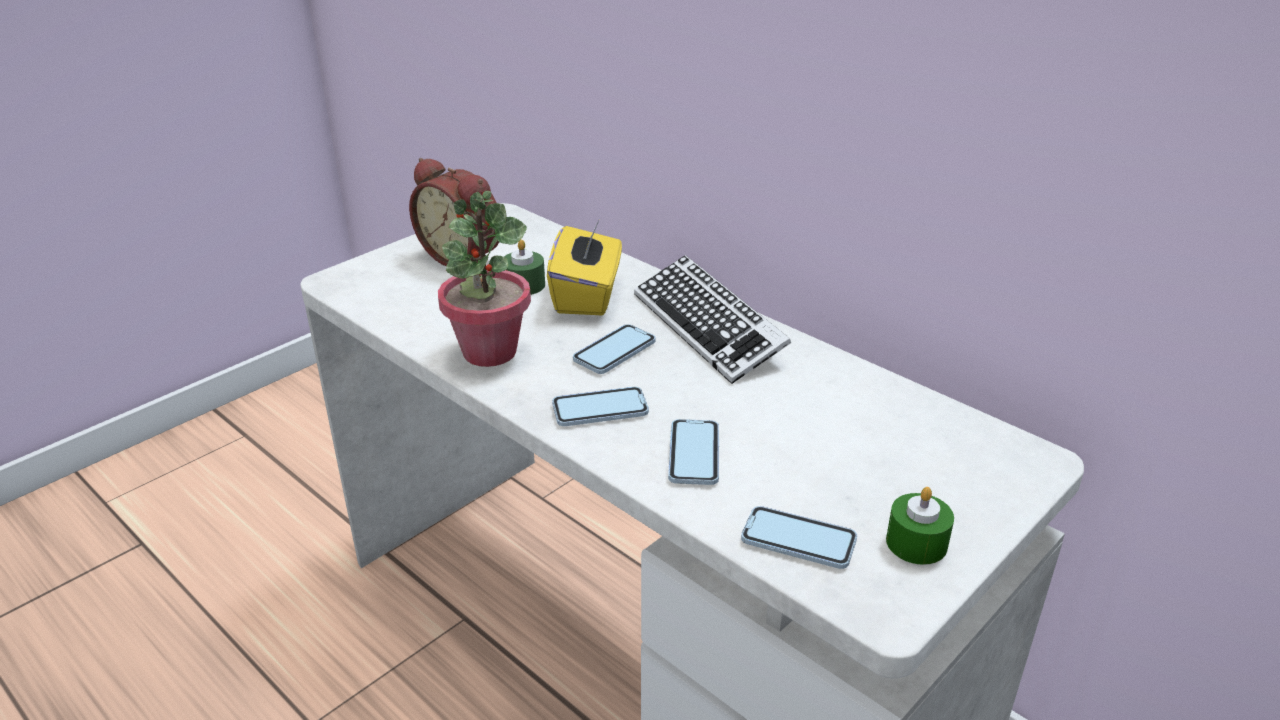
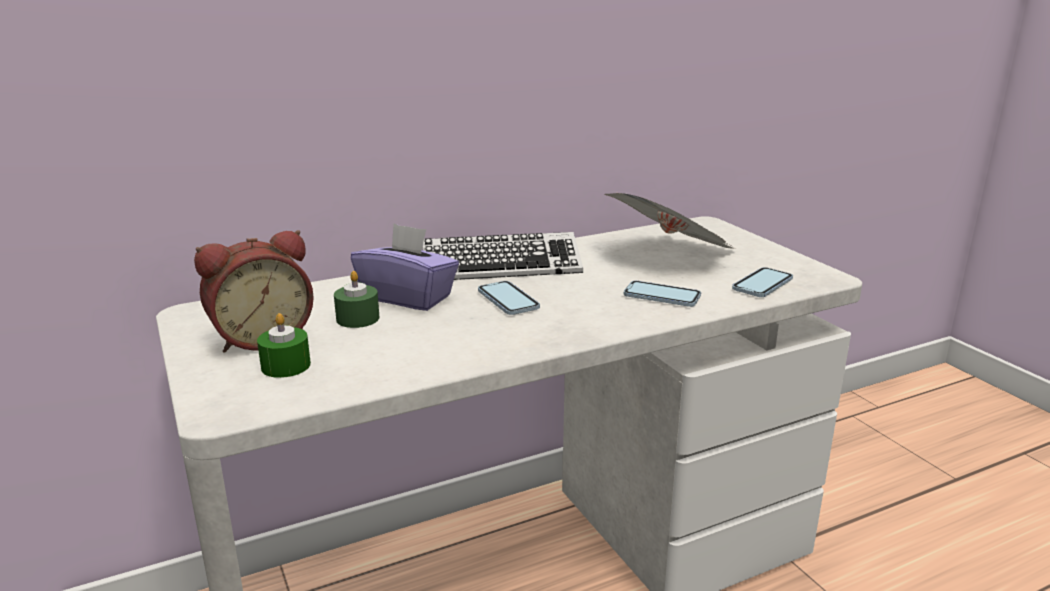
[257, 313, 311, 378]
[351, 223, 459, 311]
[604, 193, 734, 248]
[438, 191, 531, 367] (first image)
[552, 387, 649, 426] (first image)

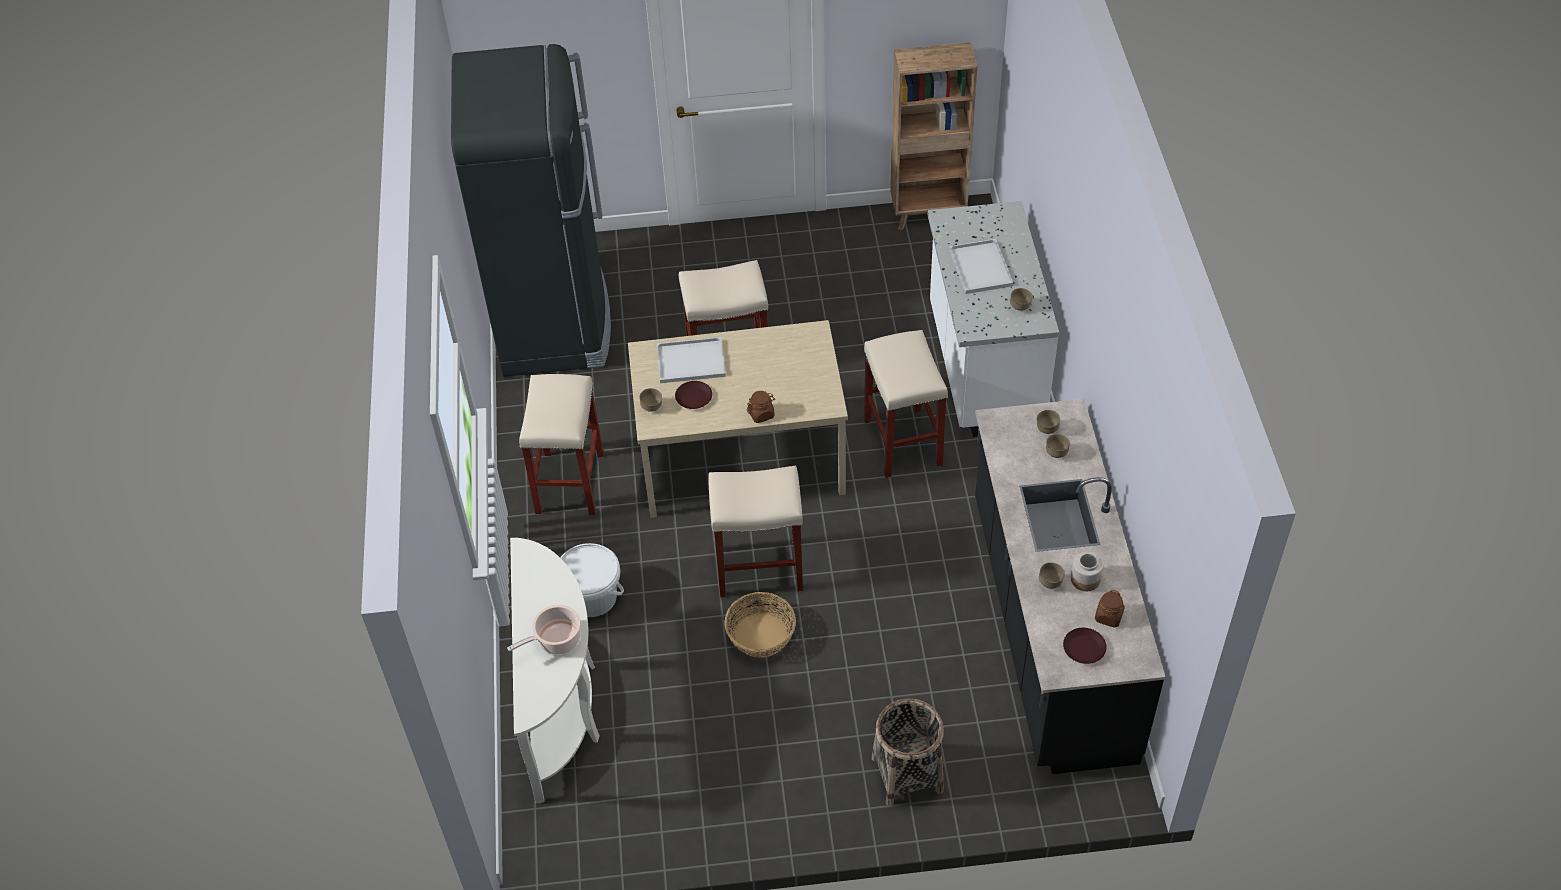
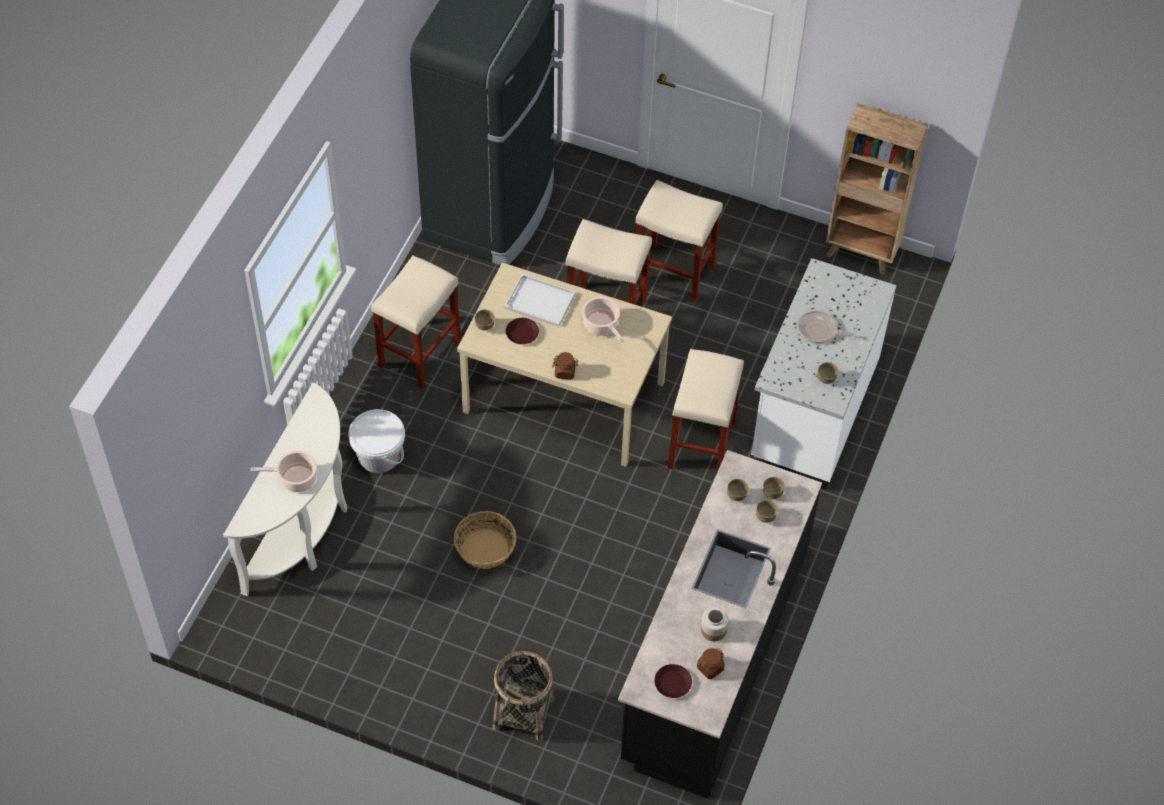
[582, 297, 624, 343]
[635, 180, 723, 303]
[727, 479, 749, 501]
[798, 311, 856, 343]

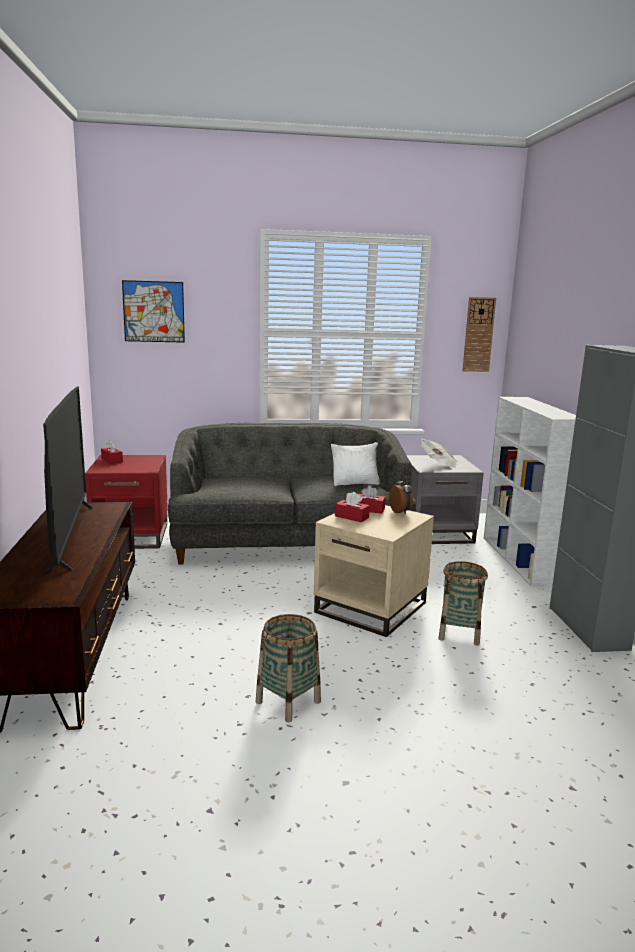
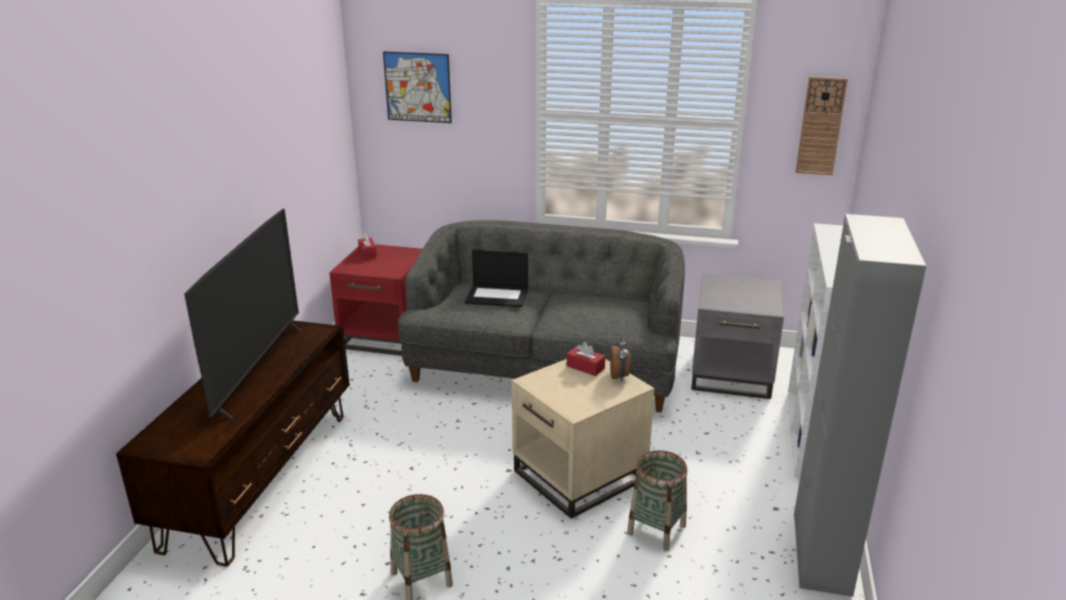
[465, 249, 528, 307]
[331, 442, 380, 486] (first image)
[335, 492, 370, 522] (first image)
[421, 439, 457, 469] (first image)

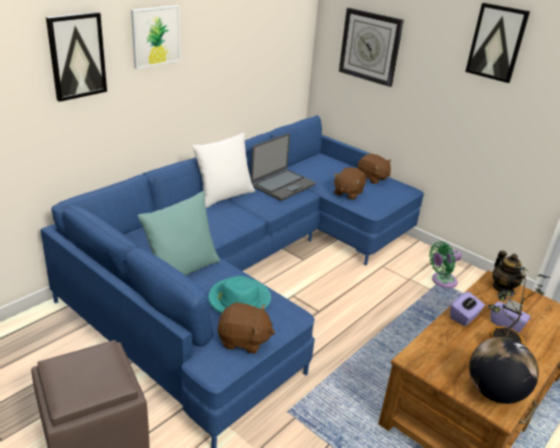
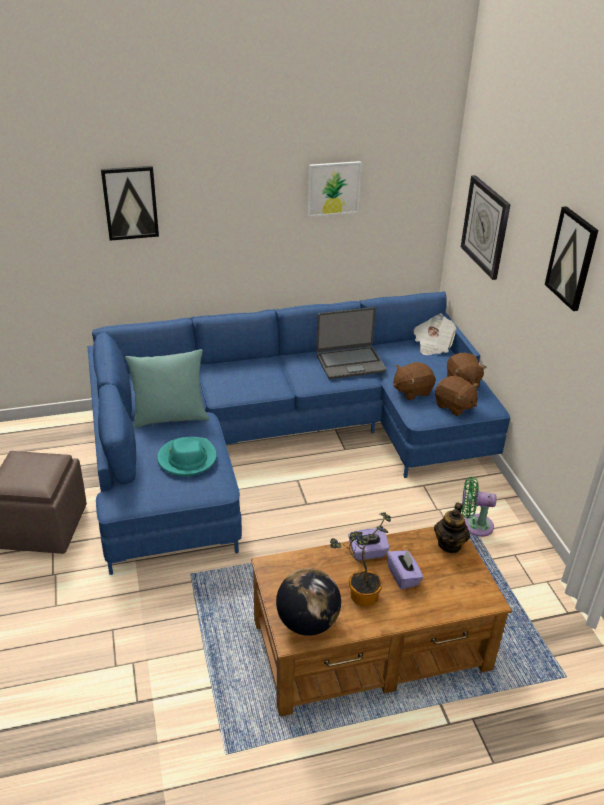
[308, 161, 362, 217]
[413, 313, 457, 355]
[435, 376, 478, 416]
[192, 133, 255, 208] (first image)

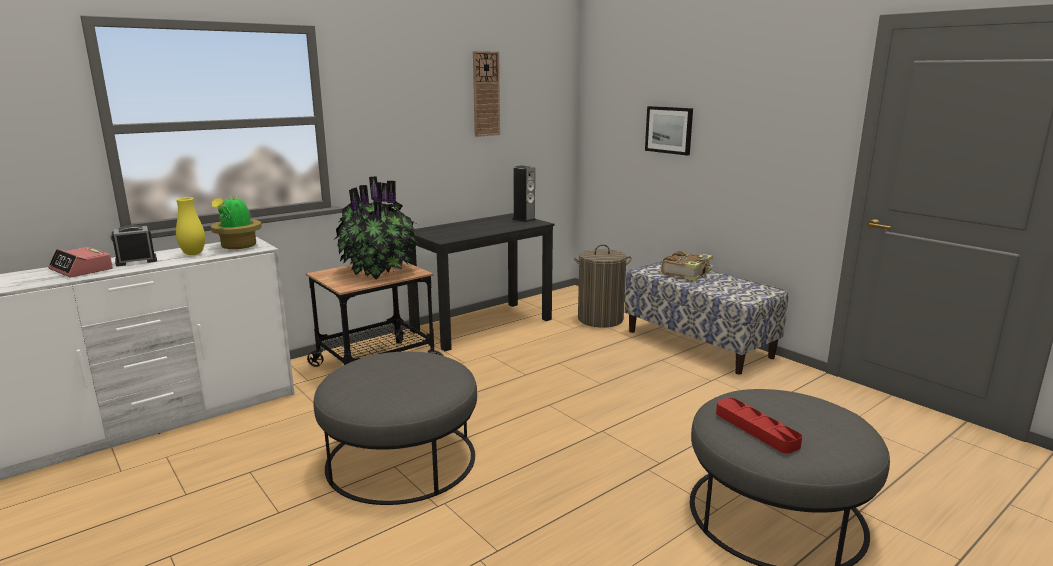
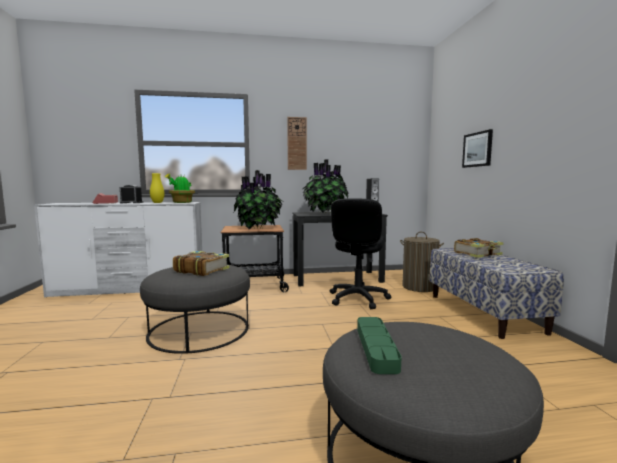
[173, 251, 229, 276]
[287, 117, 307, 170]
[303, 160, 348, 214]
[330, 198, 391, 309]
[357, 317, 401, 374]

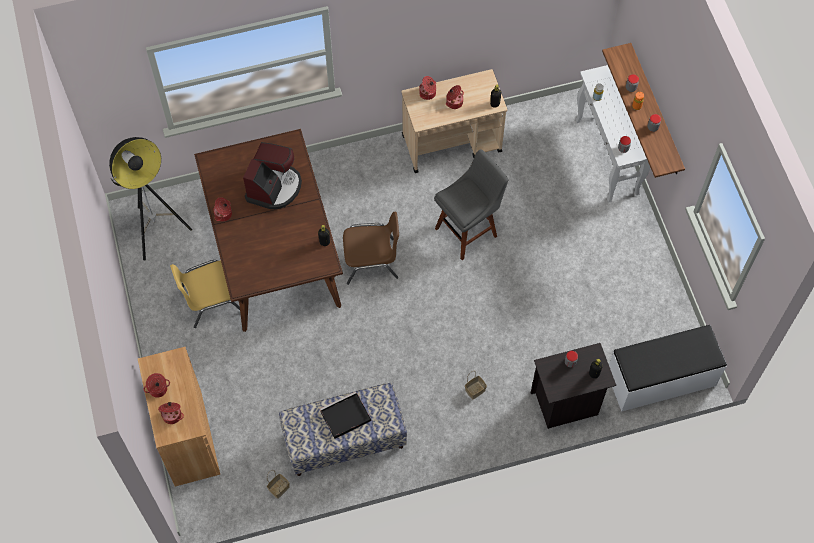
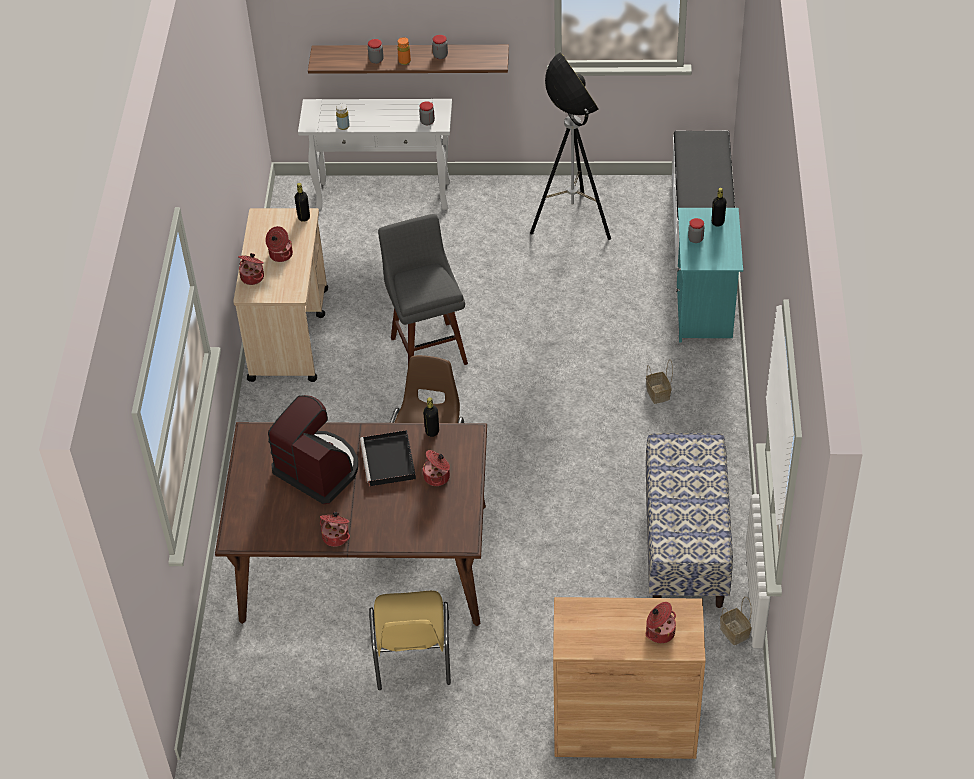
[360, 430, 416, 486]
[422, 450, 450, 486]
[530, 52, 611, 240]
[676, 208, 743, 343]

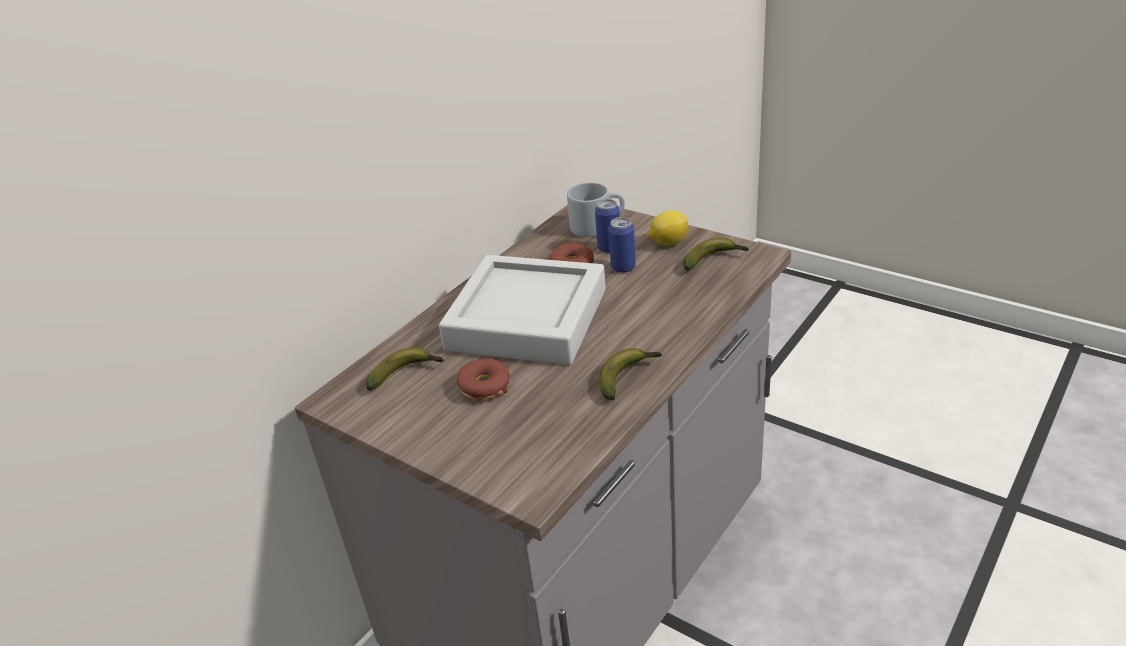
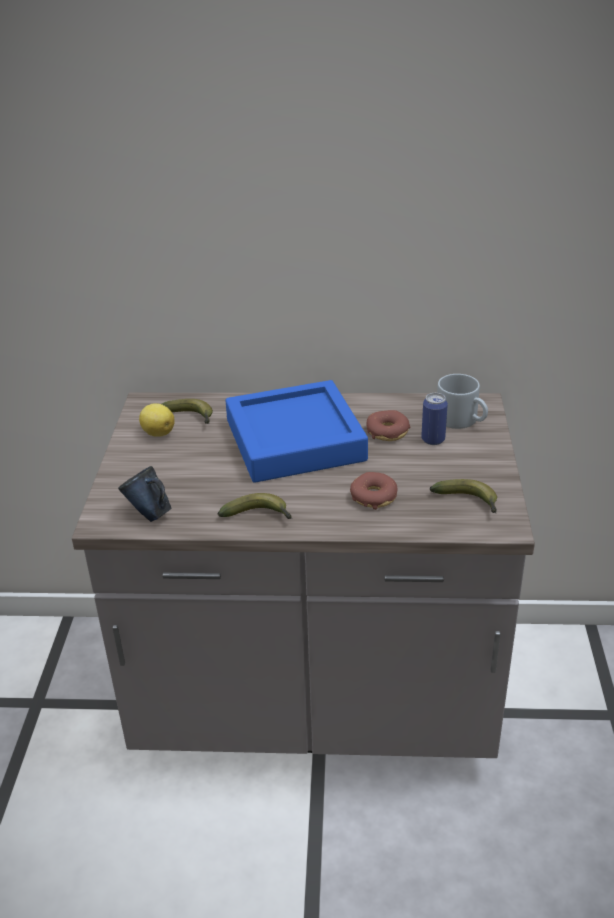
[118, 466, 172, 522]
[139, 403, 175, 437]
[226, 380, 368, 483]
[350, 472, 398, 510]
[608, 217, 636, 273] (first image)

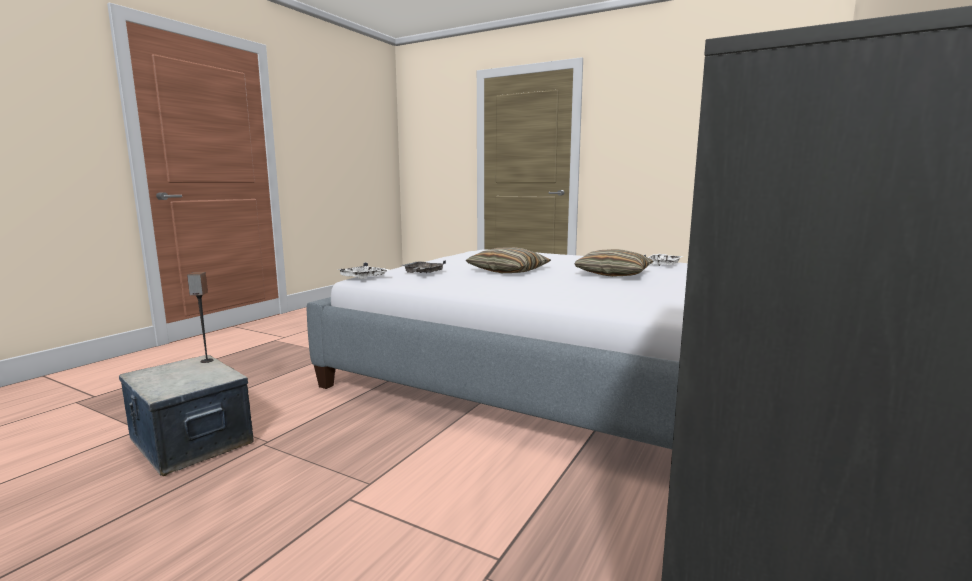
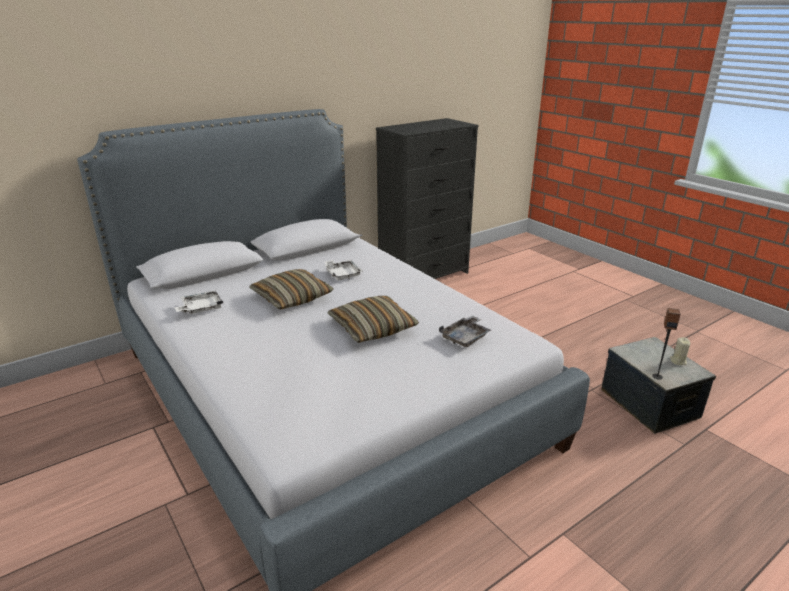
[325, 260, 363, 281]
[670, 337, 690, 365]

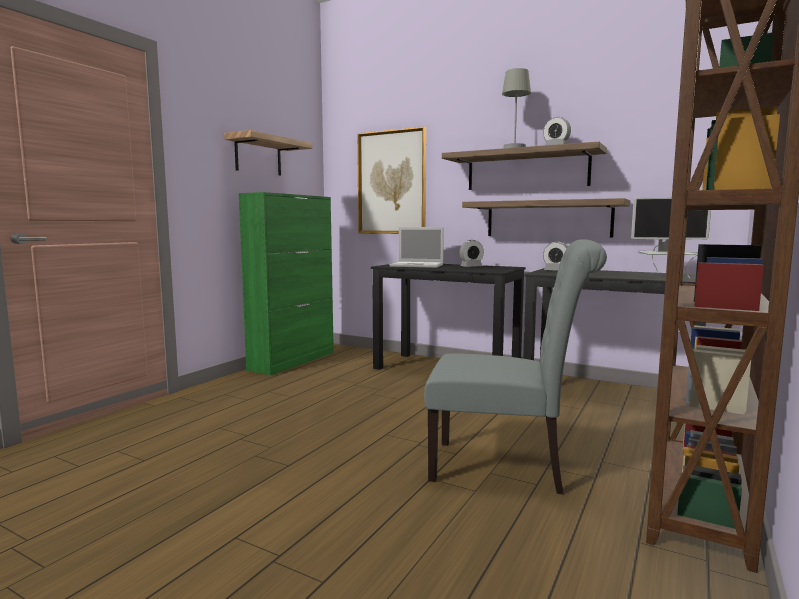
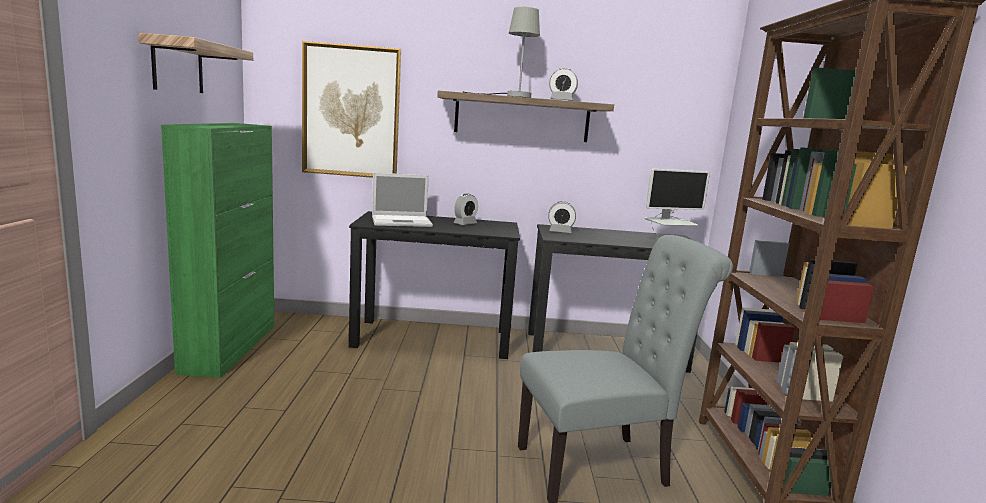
[462, 198, 630, 237] (first image)

